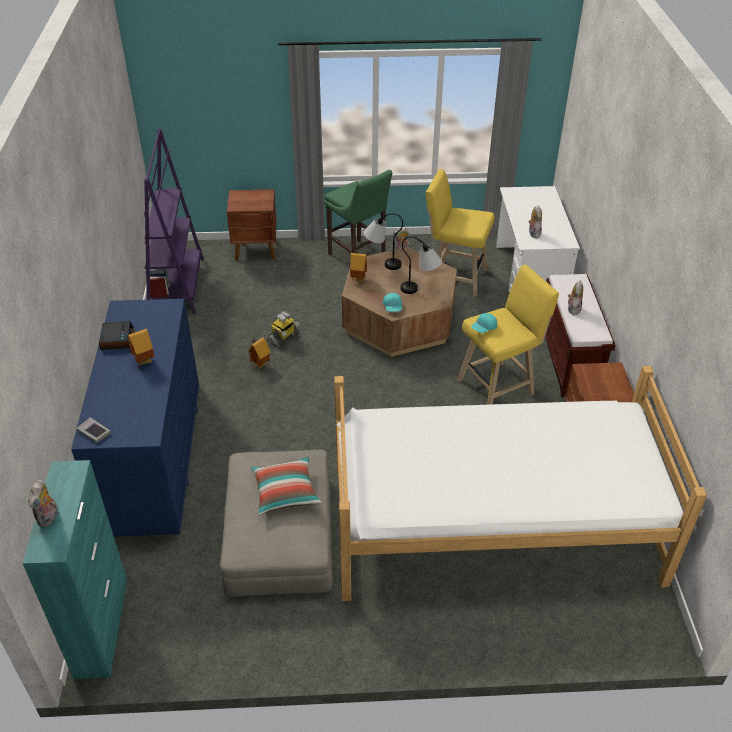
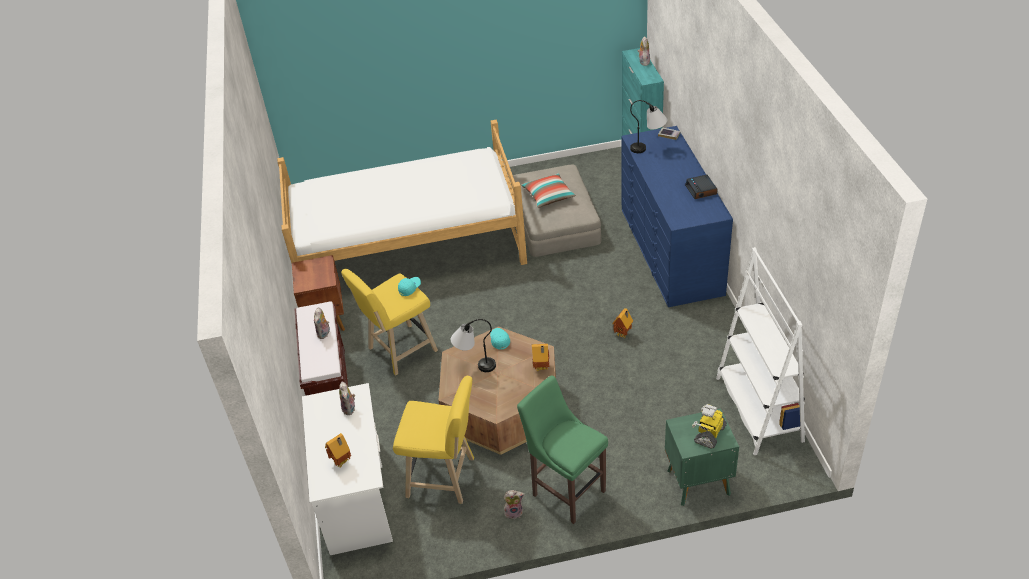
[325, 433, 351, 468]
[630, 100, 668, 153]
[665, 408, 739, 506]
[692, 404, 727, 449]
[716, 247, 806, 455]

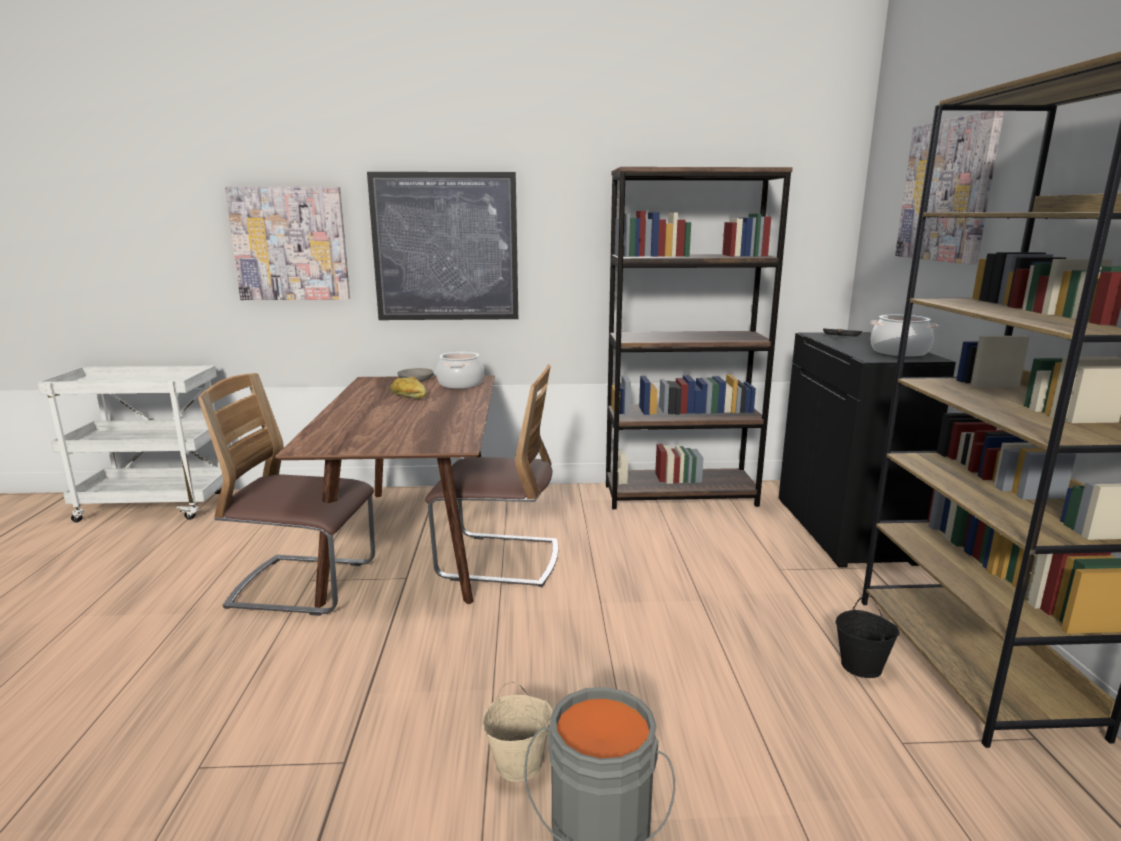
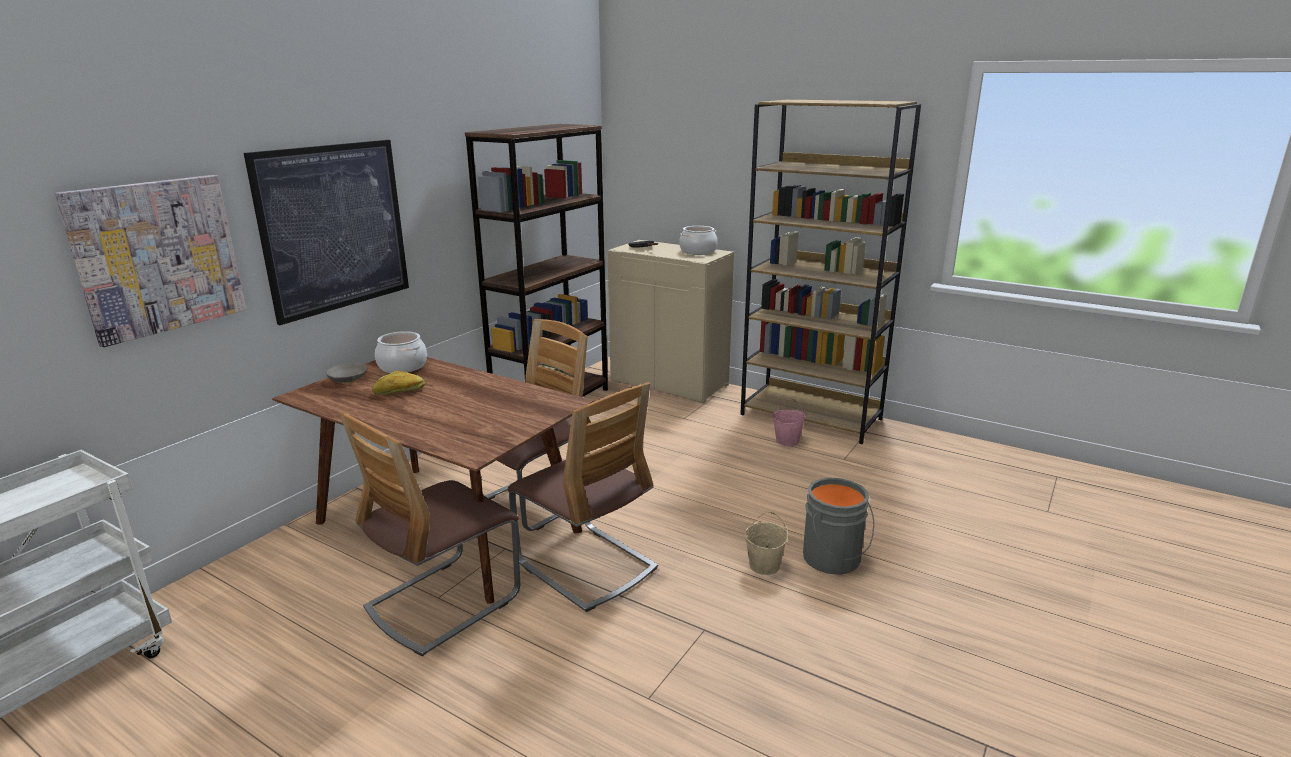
[507, 382, 658, 612]
[608, 240, 734, 403]
[772, 398, 806, 446]
[895, 111, 1004, 264] (first image)

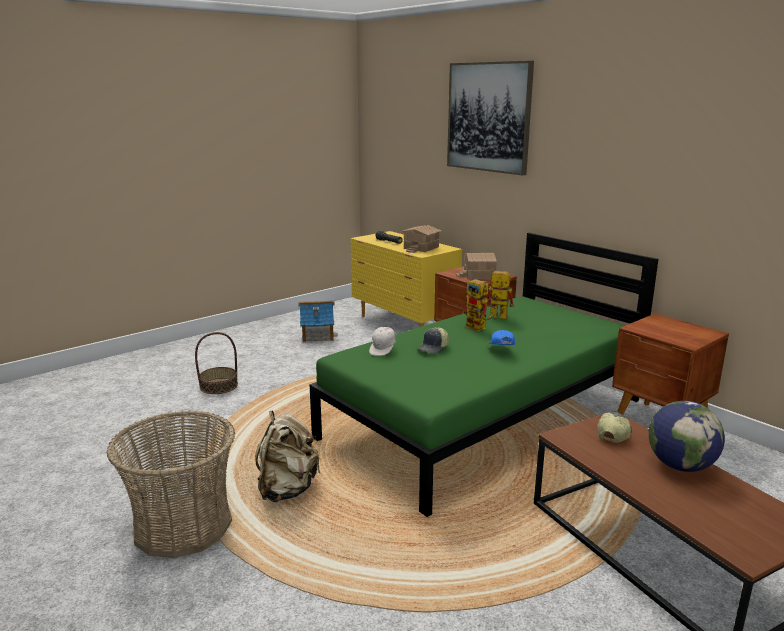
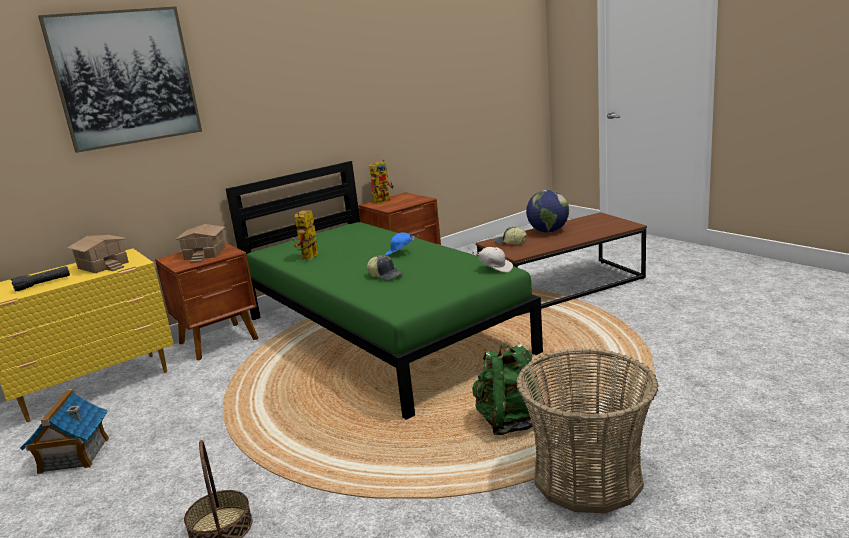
[369, 159, 394, 203]
[472, 247, 513, 273]
[472, 344, 549, 435]

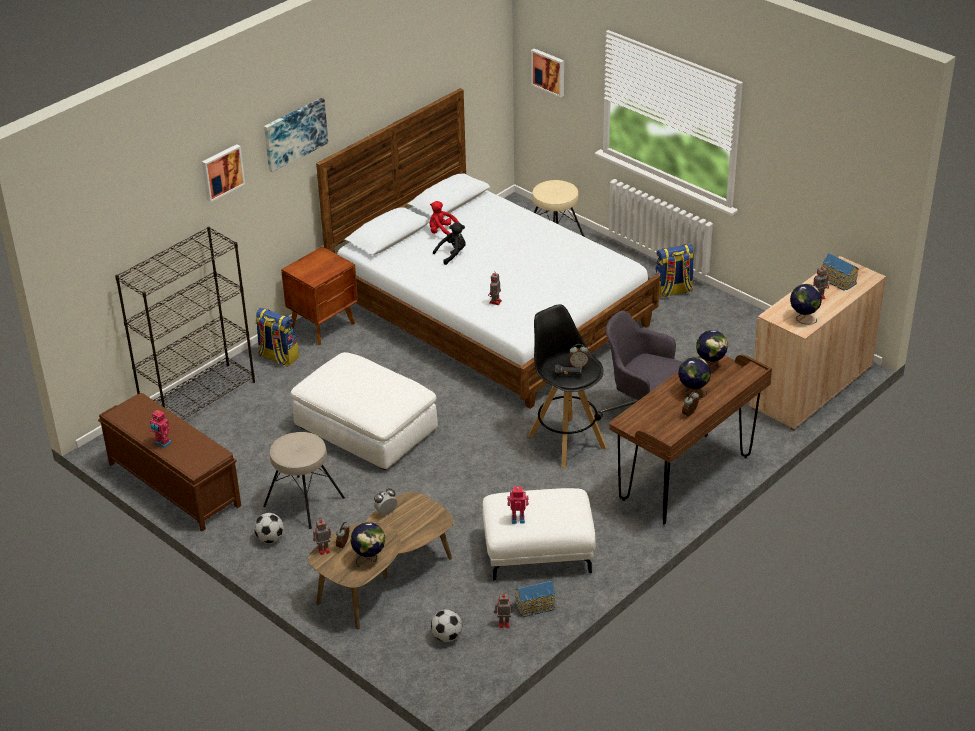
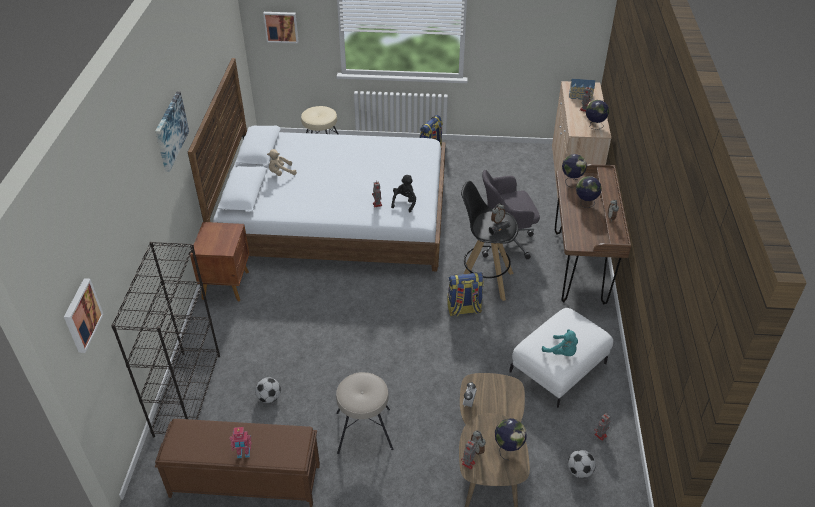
[64, 278, 104, 353]
[255, 377, 281, 403]
[267, 149, 297, 176]
[391, 175, 416, 212]
[448, 272, 484, 317]
[542, 329, 578, 356]
[291, 352, 438, 470] (first image)
[515, 581, 555, 617] (first image)

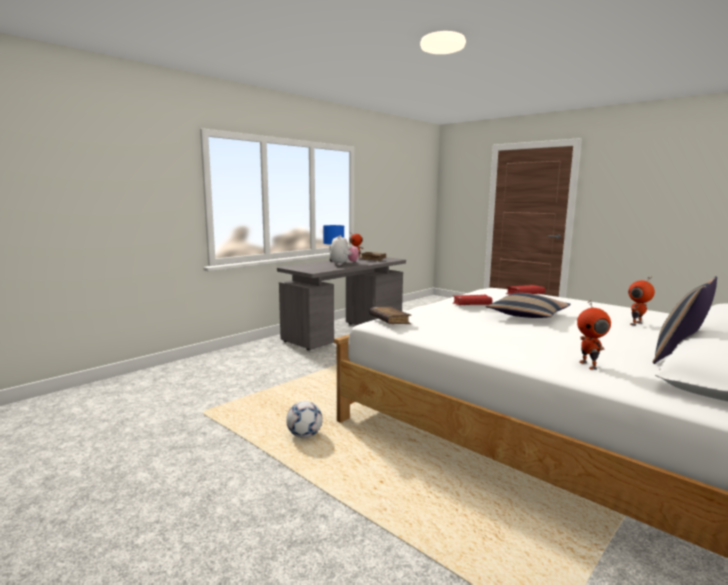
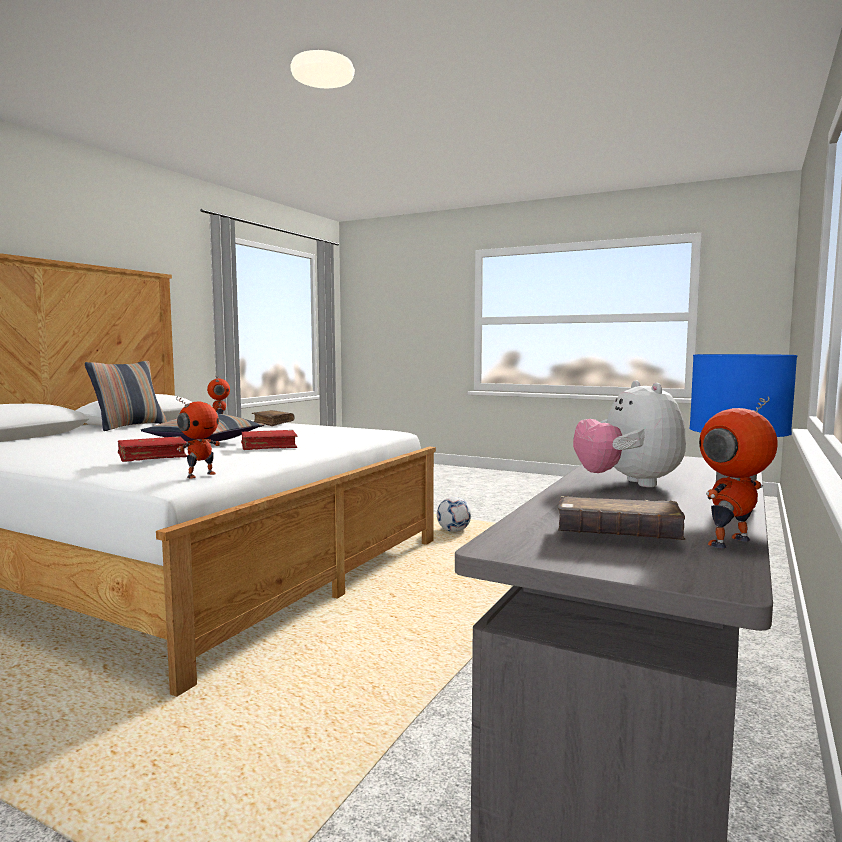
[176, 398, 221, 478]
[252, 410, 295, 426]

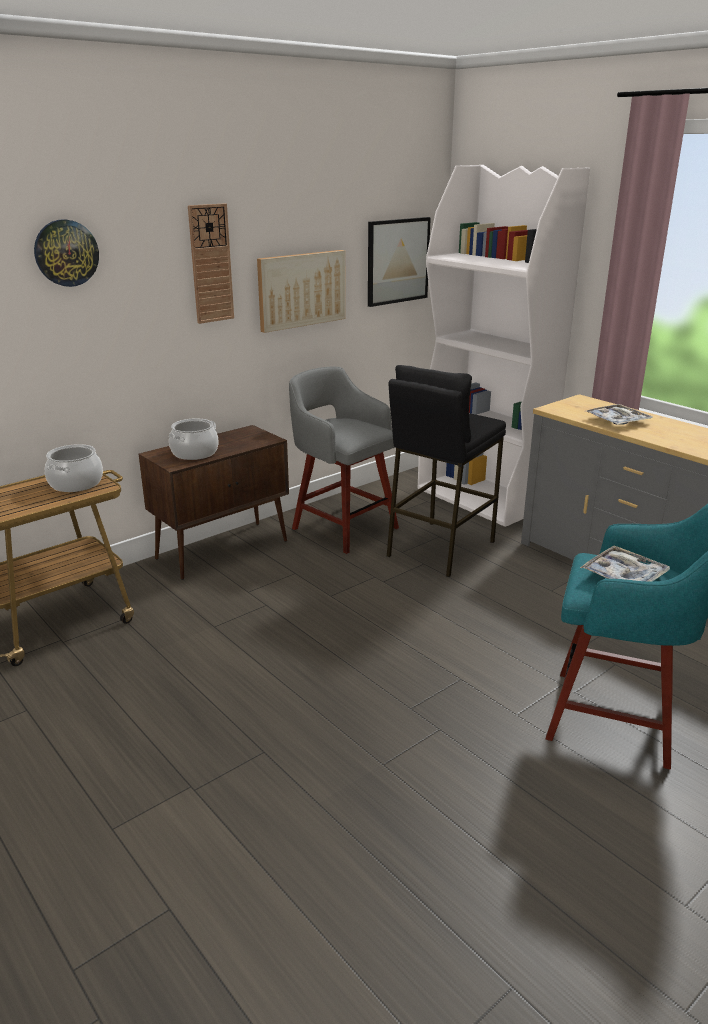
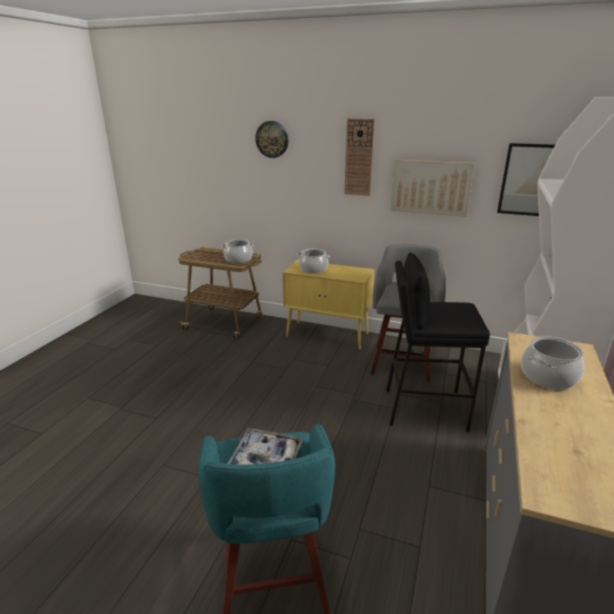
[283, 260, 374, 350]
[521, 336, 584, 390]

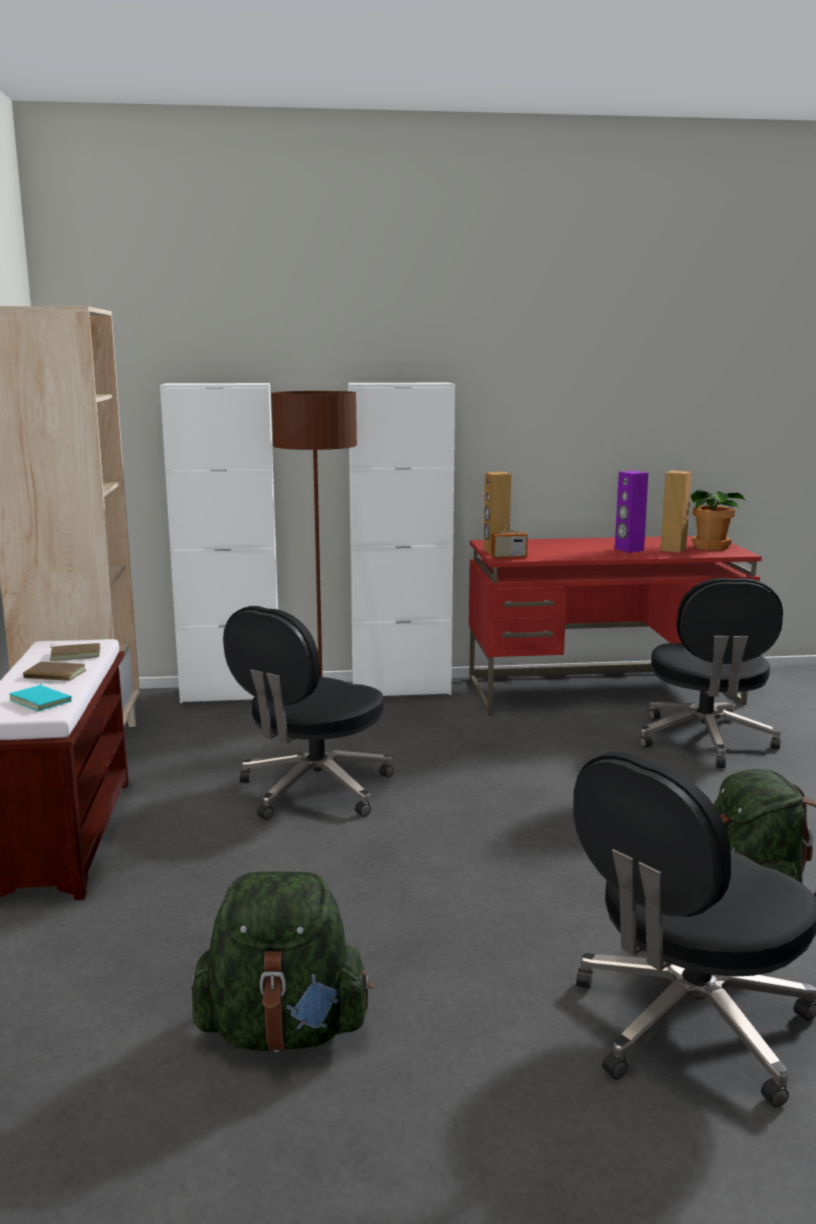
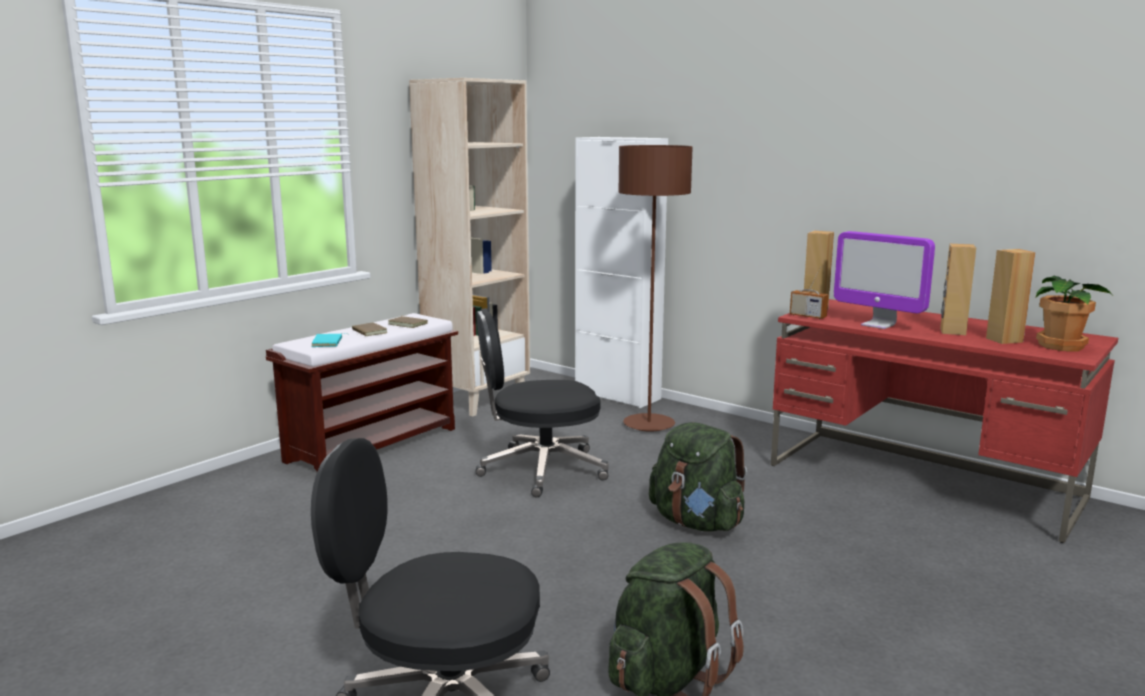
[649, 422, 747, 532]
[834, 231, 935, 329]
[940, 244, 976, 335]
[348, 382, 455, 696] (first image)
[639, 578, 783, 768] (first image)

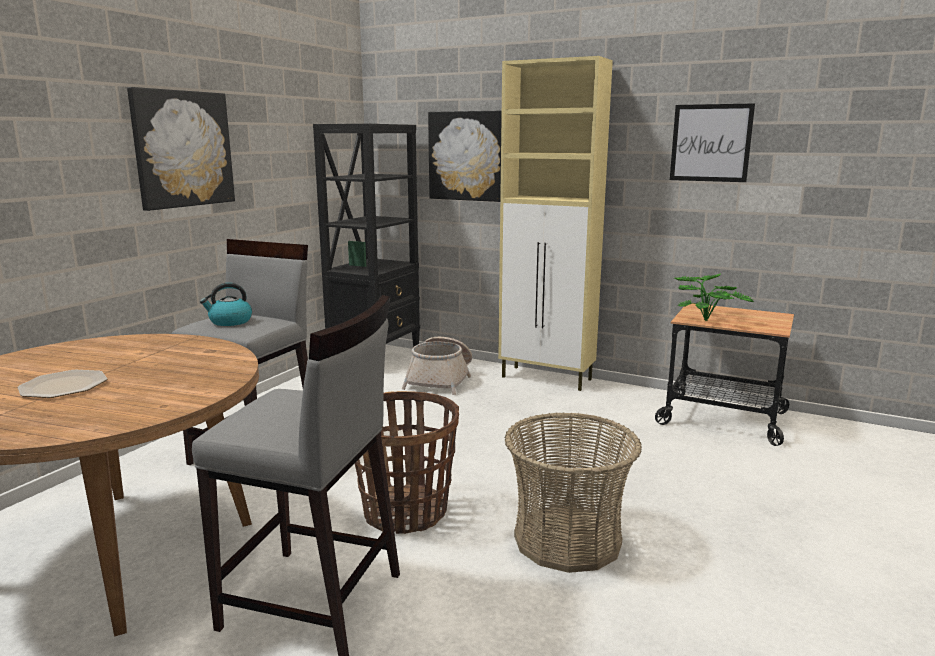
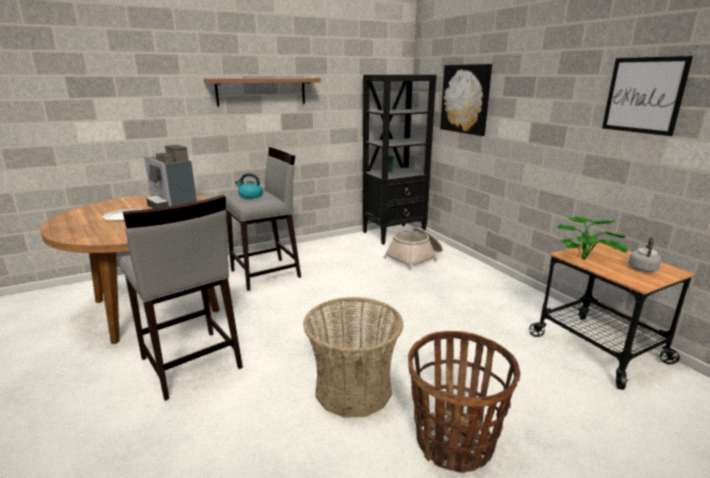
[144, 145, 197, 209]
[204, 78, 321, 107]
[408, 331, 521, 472]
[628, 237, 662, 272]
[498, 56, 613, 391] (first image)

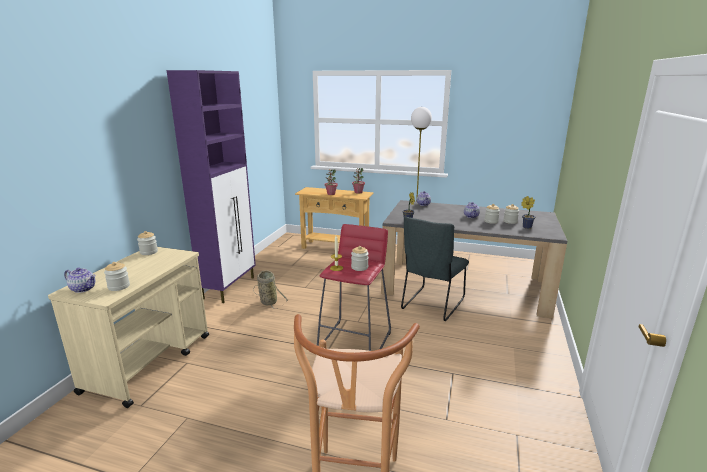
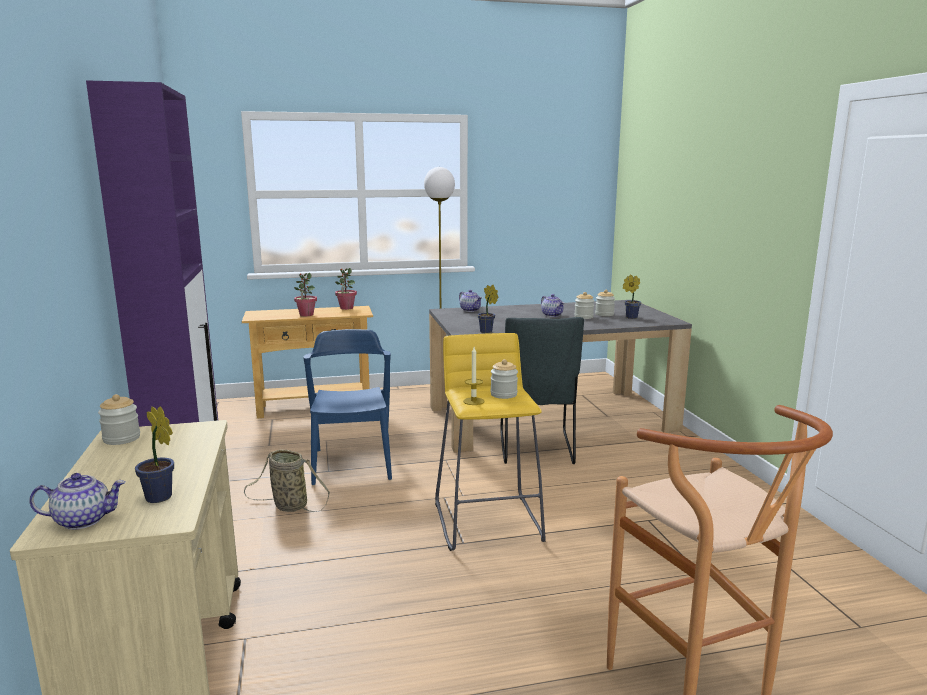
[135, 406, 174, 503]
[303, 329, 392, 486]
[435, 333, 546, 551]

